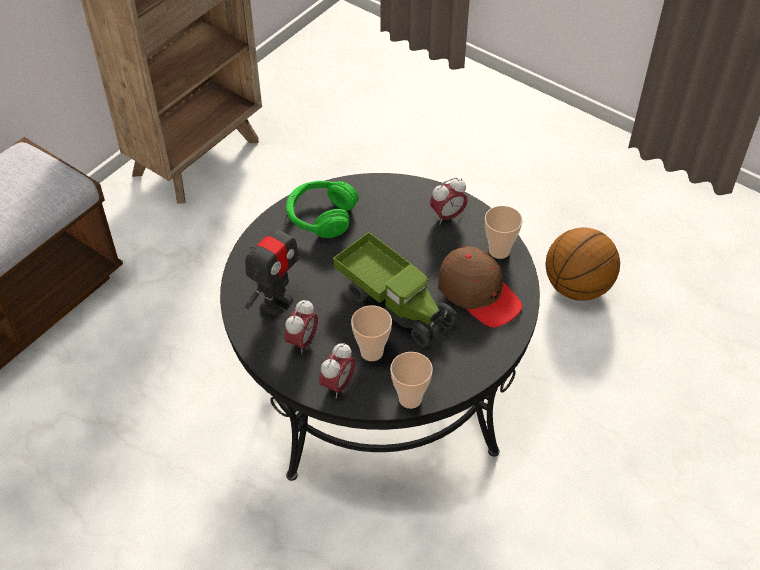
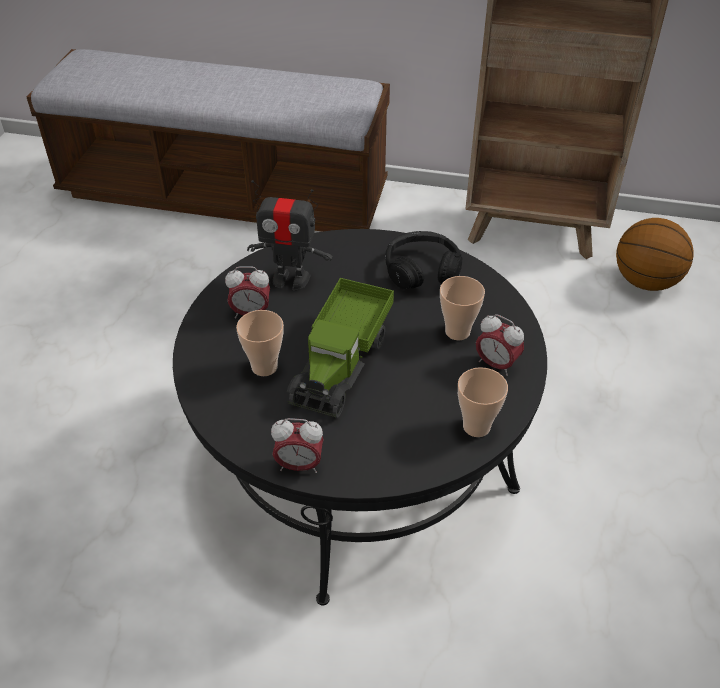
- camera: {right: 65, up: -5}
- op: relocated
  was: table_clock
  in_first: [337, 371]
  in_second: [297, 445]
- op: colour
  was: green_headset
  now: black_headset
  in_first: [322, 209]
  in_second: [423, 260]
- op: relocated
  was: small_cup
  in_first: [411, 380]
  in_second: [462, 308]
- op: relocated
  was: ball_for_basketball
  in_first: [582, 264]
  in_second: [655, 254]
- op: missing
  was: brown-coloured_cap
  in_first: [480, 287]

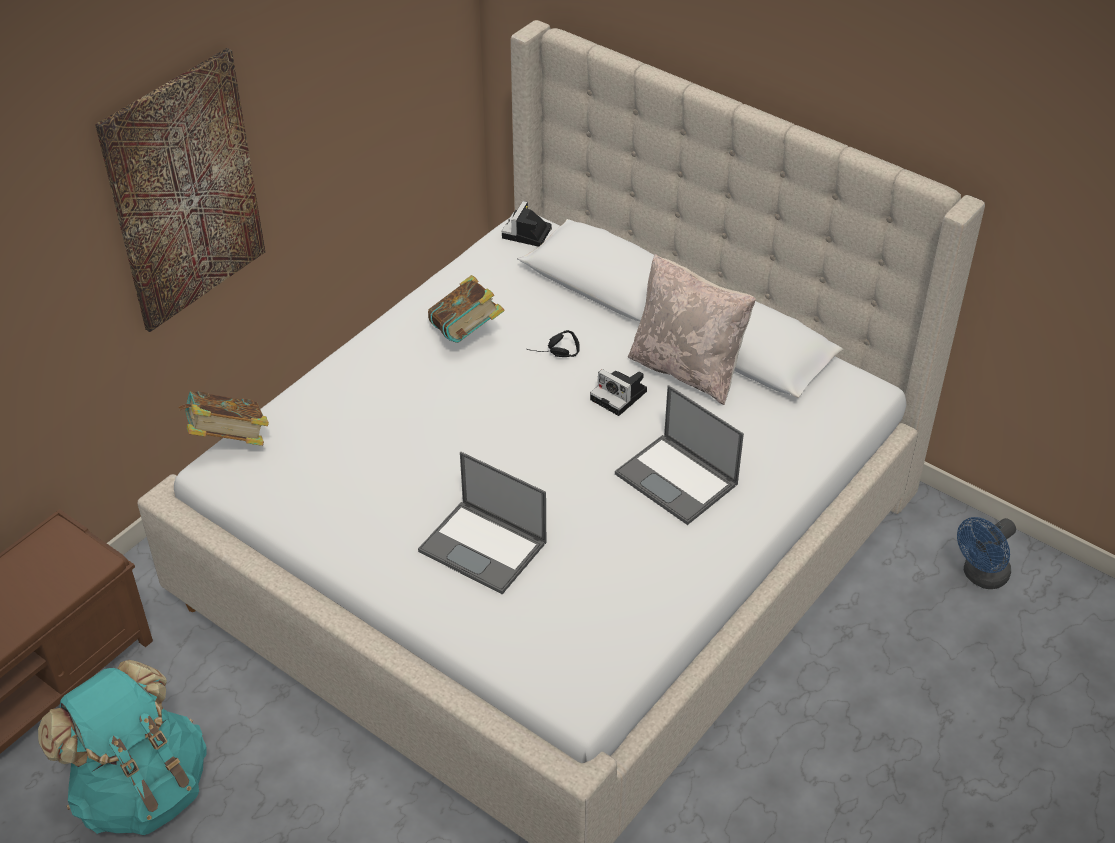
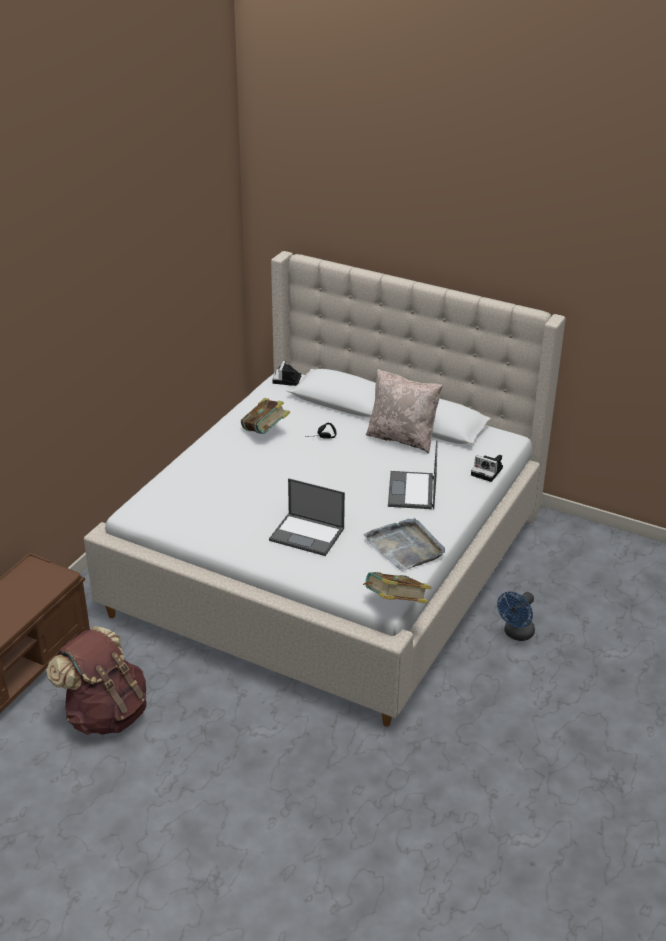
- camera: {right: -10, up: -10}
- op: colour
  was: turquoise-coloured_rucksack
  now: brown-coloured_rucksack
  in_first: [122, 747]
  in_second: [96, 680]
- op: relocated
  was: volume
  in_first: [223, 418]
  in_second: [397, 587]
- op: appeared
  now: gray_carrying_tray
  in_second: [404, 544]
- op: spun
  was: notebook_computer
  in_first: [679, 455]
  in_second: [413, 474]
  clockwise: 60
- op: relocated
  was: still_camera
  in_first: [618, 392]
  in_second: [487, 468]
- op: relocated
  was: bluish_cooling_fan
  in_first: [986, 553]
  in_second: [516, 616]
- op: missing
  was: picture
  in_first: [180, 190]

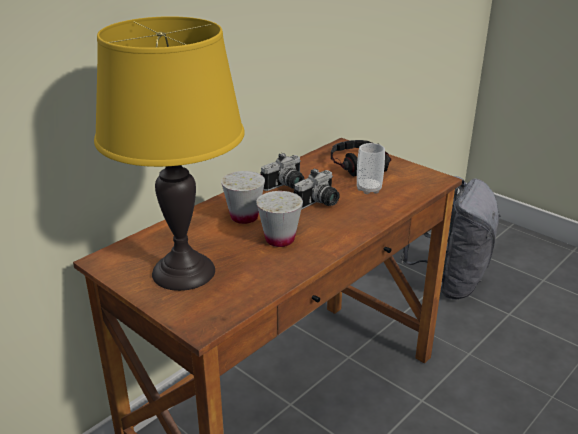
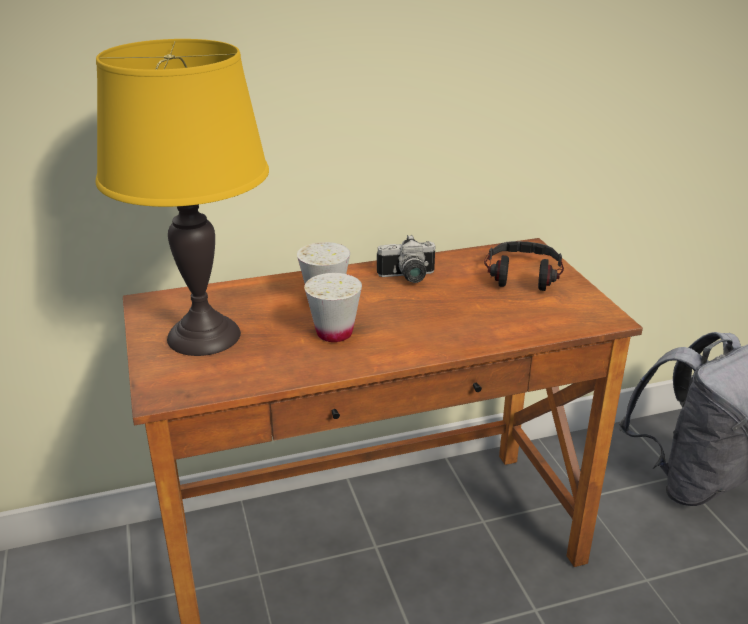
- camera: {right: 30, up: 0}
- op: missing
  was: still_camera
  in_first: [317, 189]
- op: missing
  was: small_cup
  in_first: [371, 168]

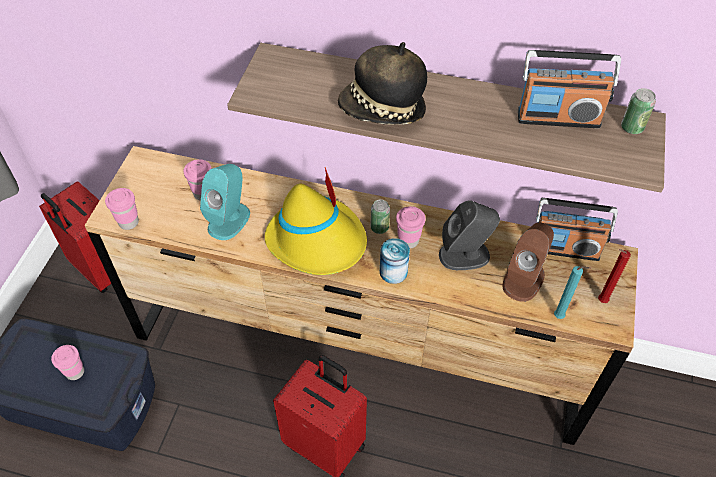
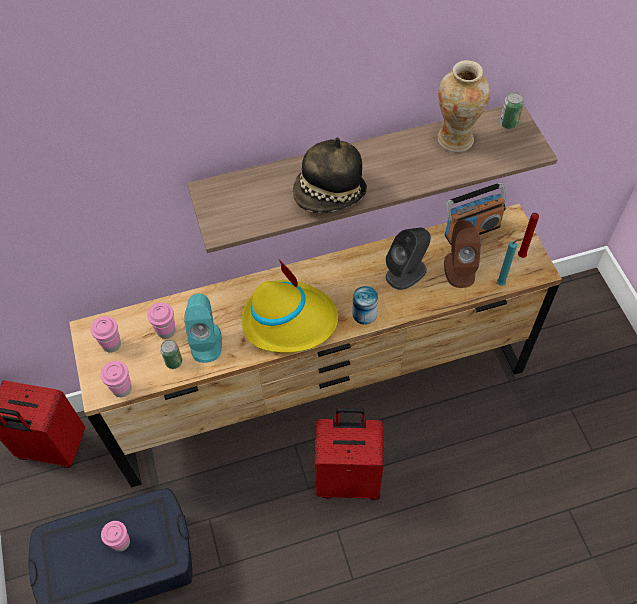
- camera: {right: -30, up: 5}
- op: relocated
  was: pink_small_cup
  in_first: [410, 227]
  in_second: [105, 334]
- op: relocated
  was: metal_can
  in_first: [380, 216]
  in_second: [171, 354]
- op: exchanged
  was: radio_receiver
  now: flower_vase
  in_first: [569, 89]
  in_second: [463, 106]

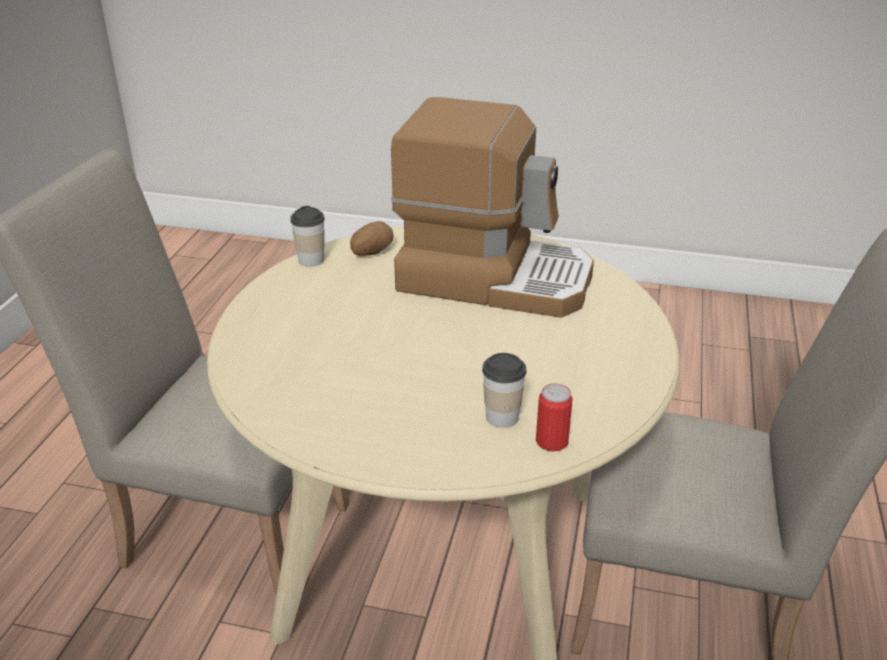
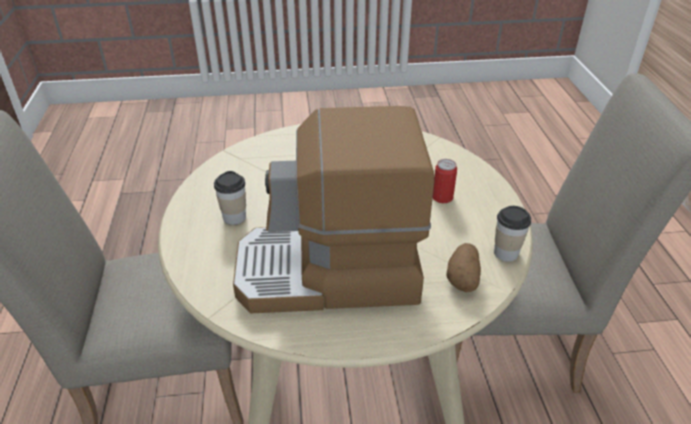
- camera: {right: 160, up: 5}
- op: relocated
  was: small_cup
  in_first: [504, 390]
  in_second: [230, 198]
- op: relocated
  was: metal_can
  in_first: [554, 417]
  in_second: [445, 181]

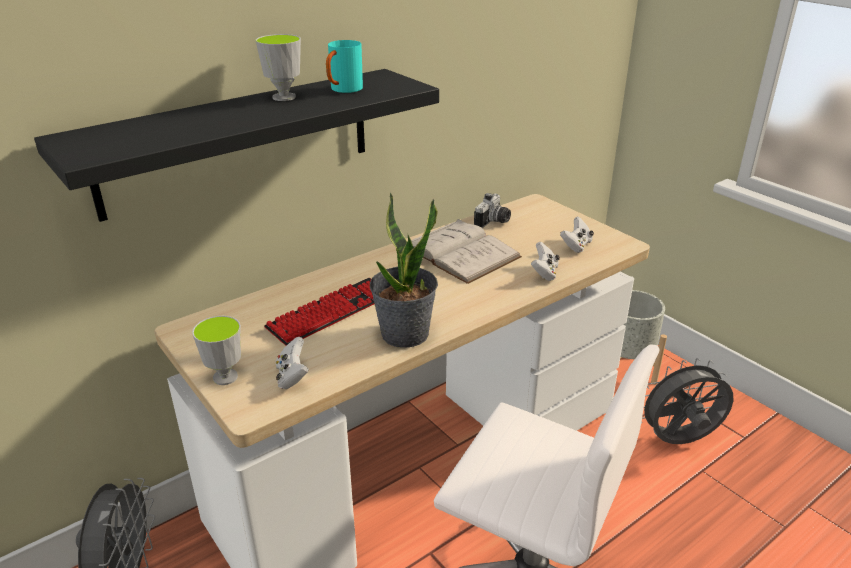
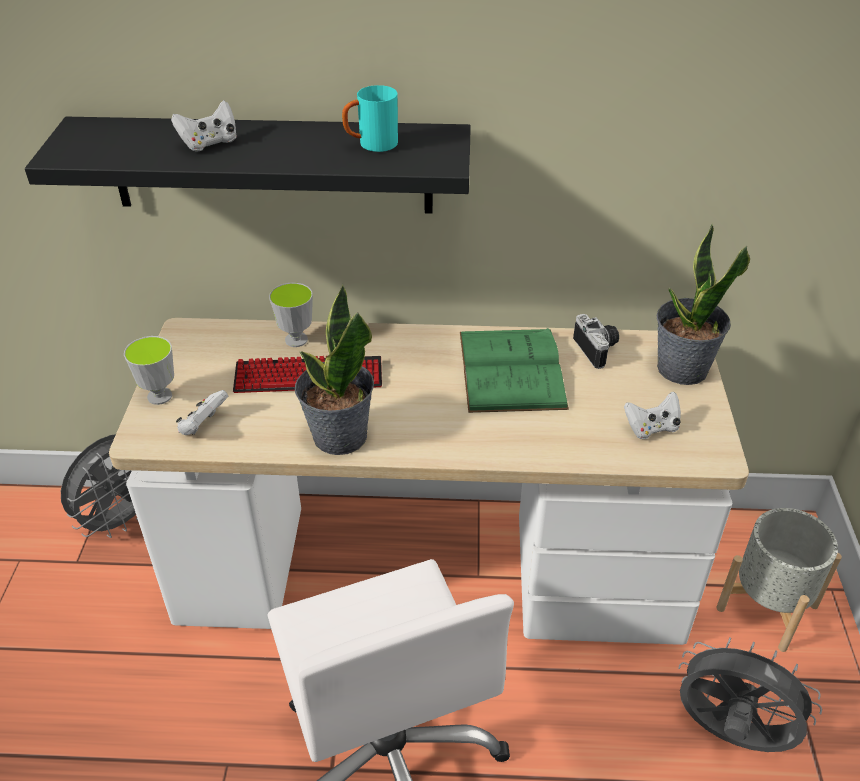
- camera: {right: 40, up: 10}
- op: relocated
  was: whitish_gamepad
  in_first: [545, 261]
  in_second: [204, 126]
- op: relocated
  was: small_cup
  in_first: [278, 67]
  in_second: [291, 315]
- op: colour
  was: whitish_volume
  now: green_volume
  in_first: [466, 251]
  in_second: [514, 370]
- op: spun
  was: still_camera
  in_first: [492, 210]
  in_second: [596, 341]
  clockwise: -90
- op: appeared
  now: potted_plant
  in_second: [703, 304]

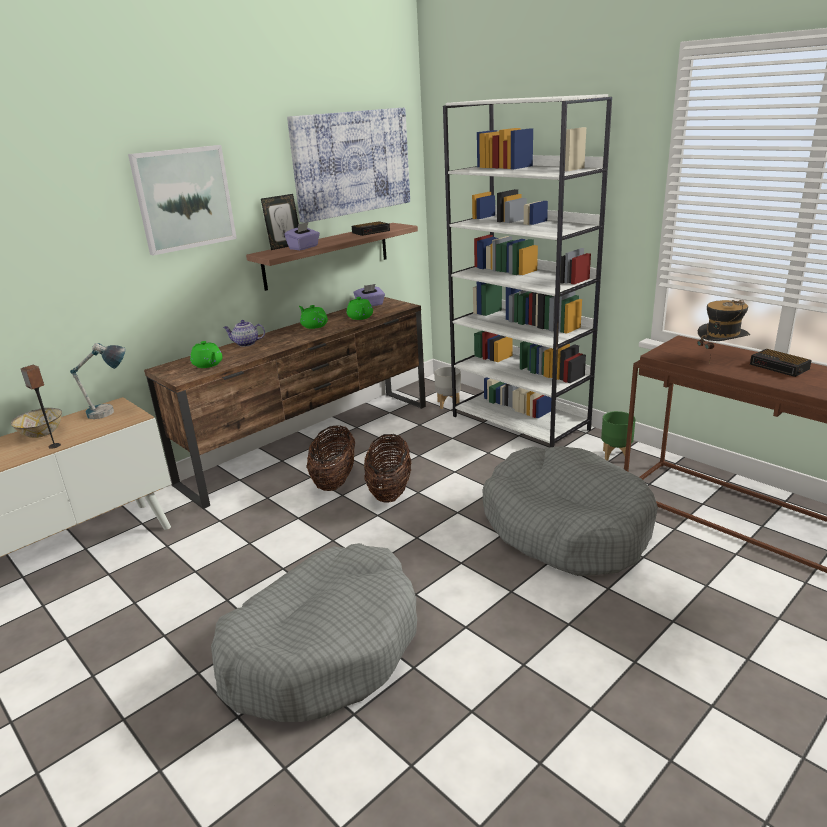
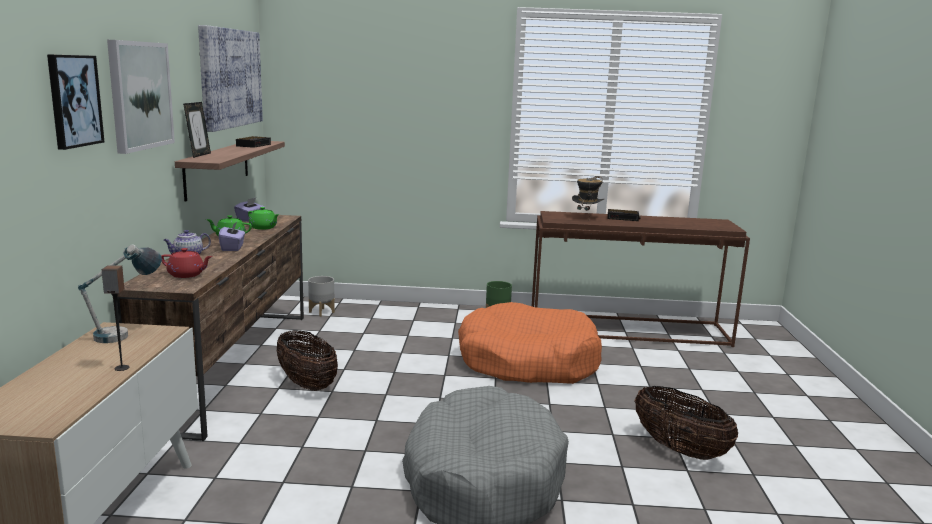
- camera: {right: -45, up: -10}
- op: appeared
  now: picture
  in_second: [75, 102]
- op: colour
  was: green_tea_pot
  now: red_tea_pot
  in_first: [206, 354]
  in_second: [187, 263]
- op: relocated
  was: purple-coloured_box_of_tissues
  in_first: [302, 236]
  in_second: [231, 236]
- op: colour
  was: gray_dog_cushion
  now: orangey_dog_cushion
  in_first: [570, 511]
  in_second: [530, 343]
- op: relocated
  was: household_basket
  in_first: [387, 468]
  in_second: [686, 423]
- op: missing
  was: bowl
  in_first: [36, 423]
- op: missing
  was: whitish_bookshelf
  in_first: [527, 270]

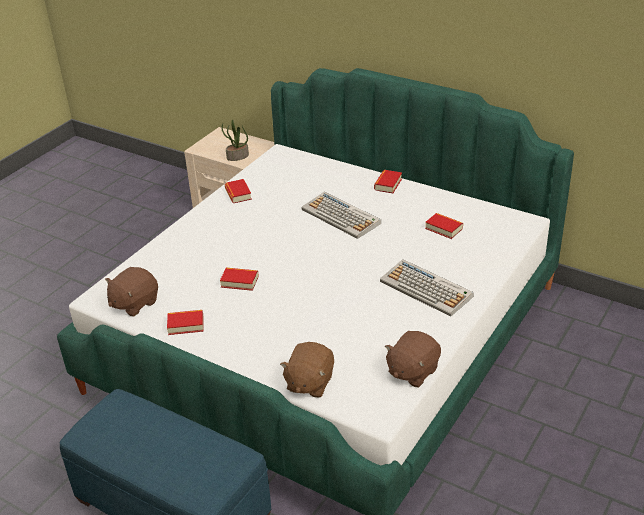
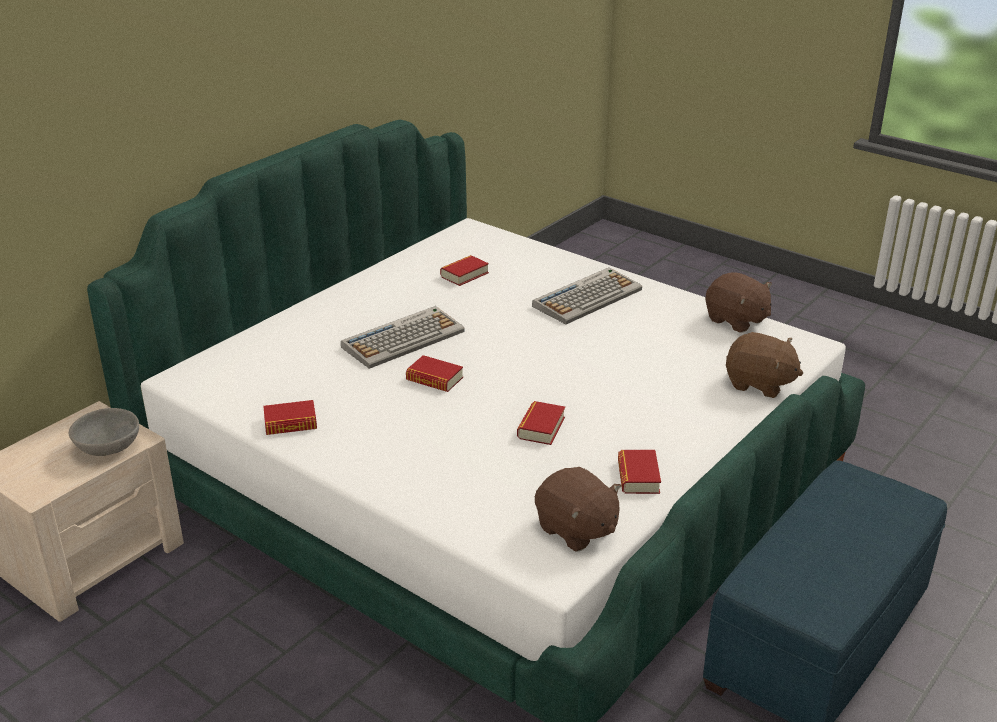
- camera: {right: -85, up: -5}
- op: exchanged
  was: potted_plant
  now: gray_bowl
  in_first: [235, 140]
  in_second: [104, 432]
- op: relocated
  was: volume
  in_first: [388, 181]
  in_second: [434, 373]

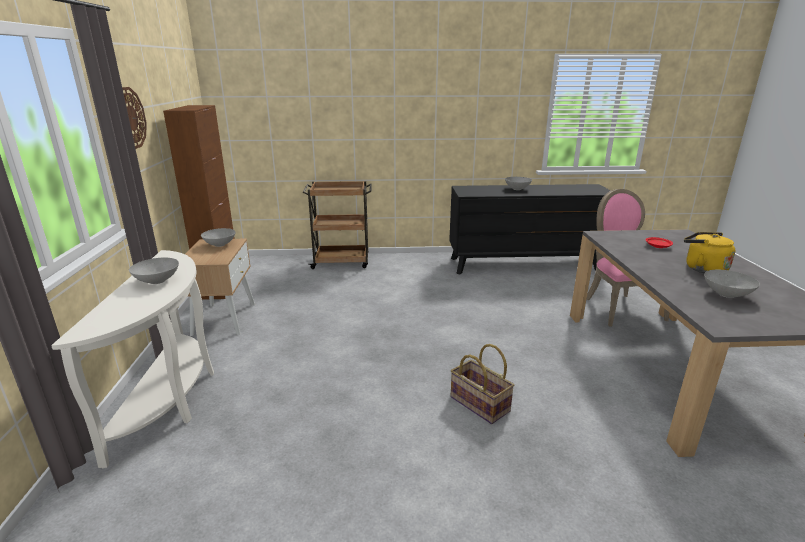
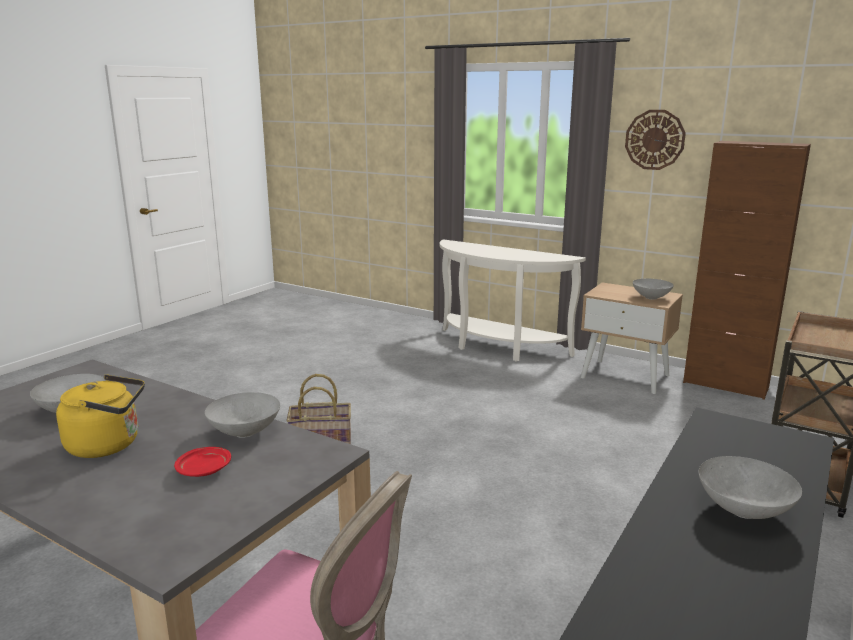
- camera: {right: 125, up: -5}
- op: relocated
  was: gray_bowl
  in_first: [154, 271]
  in_second: [242, 415]

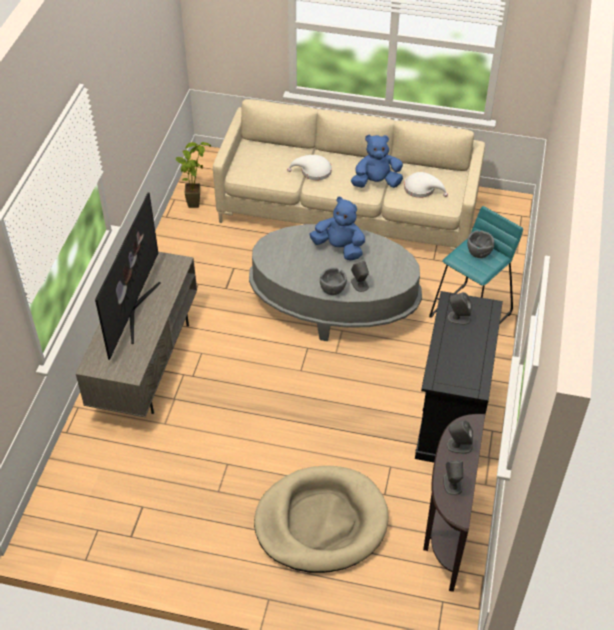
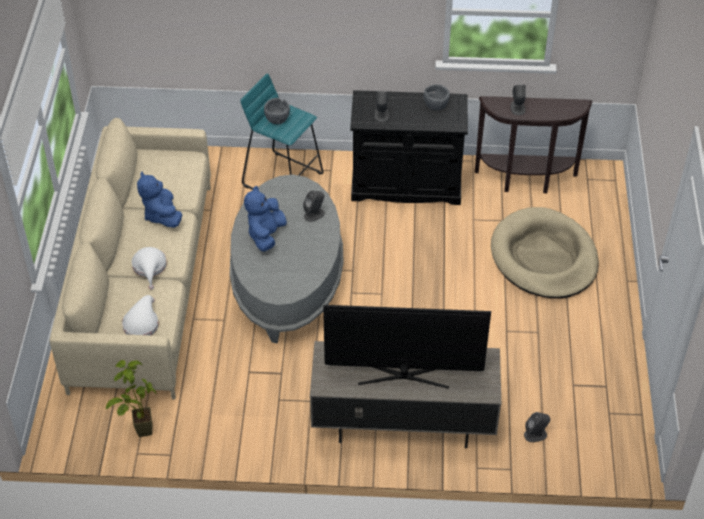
- camera: {right: -100, up: 0}
- op: relocated
  was: whitish_hat
  in_first: [426, 185]
  in_second: [140, 315]
- op: relocated
  was: gray_bowl
  in_first: [333, 281]
  in_second: [437, 97]
- op: relocated
  was: gray_loudspeaker
  in_first: [453, 477]
  in_second: [537, 427]

